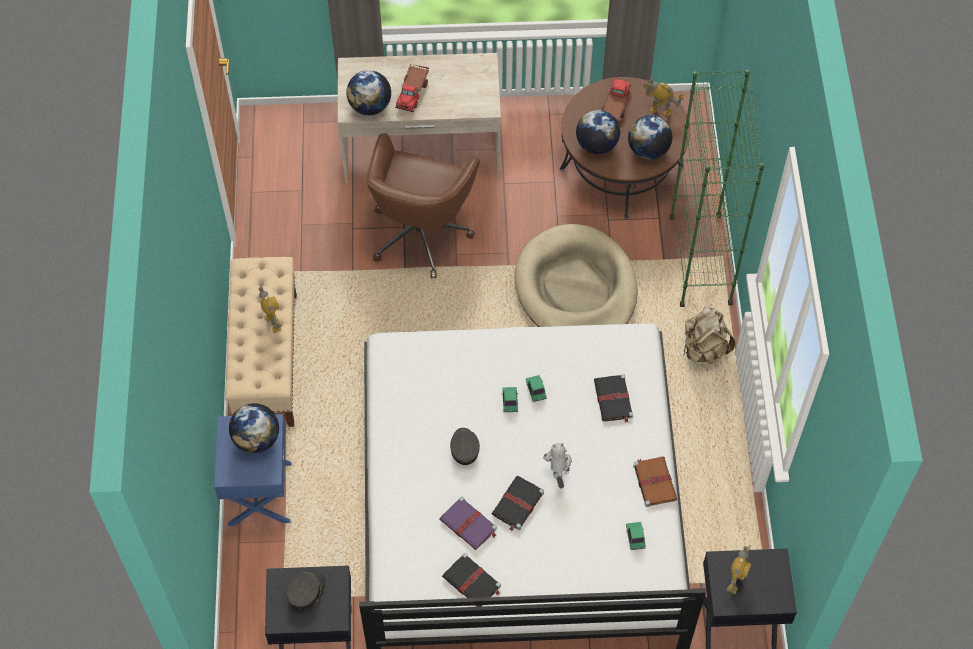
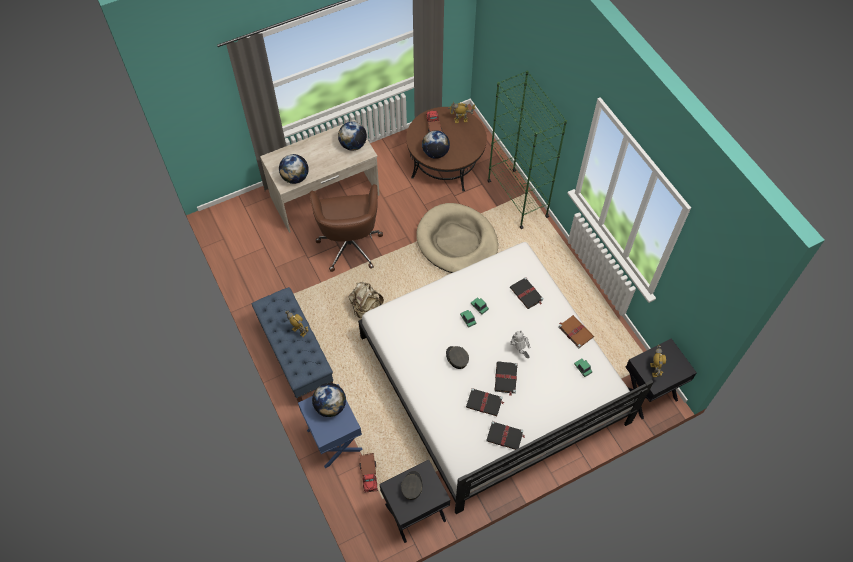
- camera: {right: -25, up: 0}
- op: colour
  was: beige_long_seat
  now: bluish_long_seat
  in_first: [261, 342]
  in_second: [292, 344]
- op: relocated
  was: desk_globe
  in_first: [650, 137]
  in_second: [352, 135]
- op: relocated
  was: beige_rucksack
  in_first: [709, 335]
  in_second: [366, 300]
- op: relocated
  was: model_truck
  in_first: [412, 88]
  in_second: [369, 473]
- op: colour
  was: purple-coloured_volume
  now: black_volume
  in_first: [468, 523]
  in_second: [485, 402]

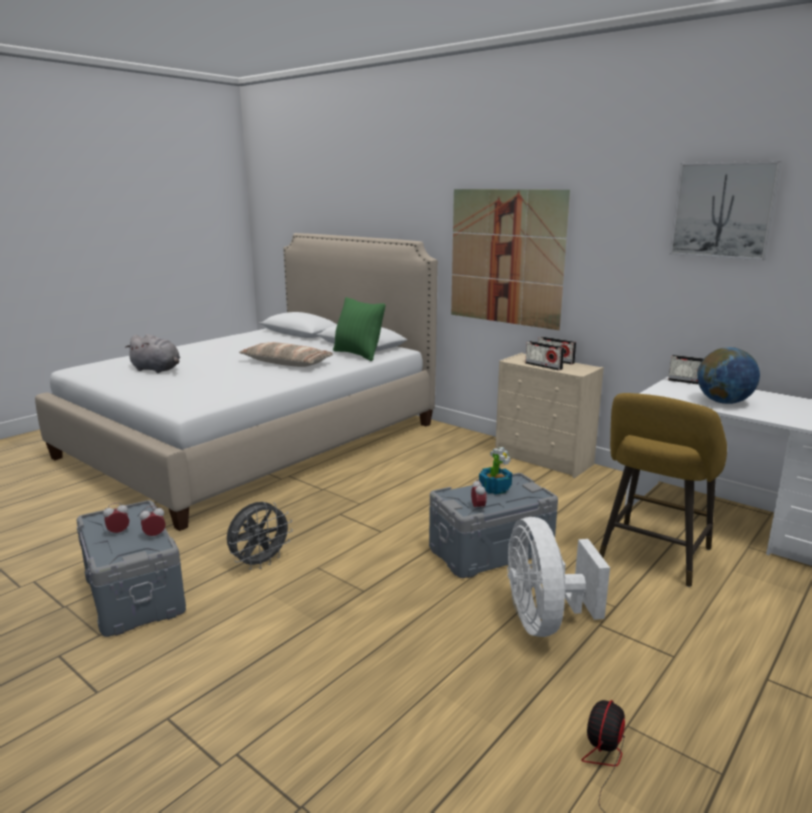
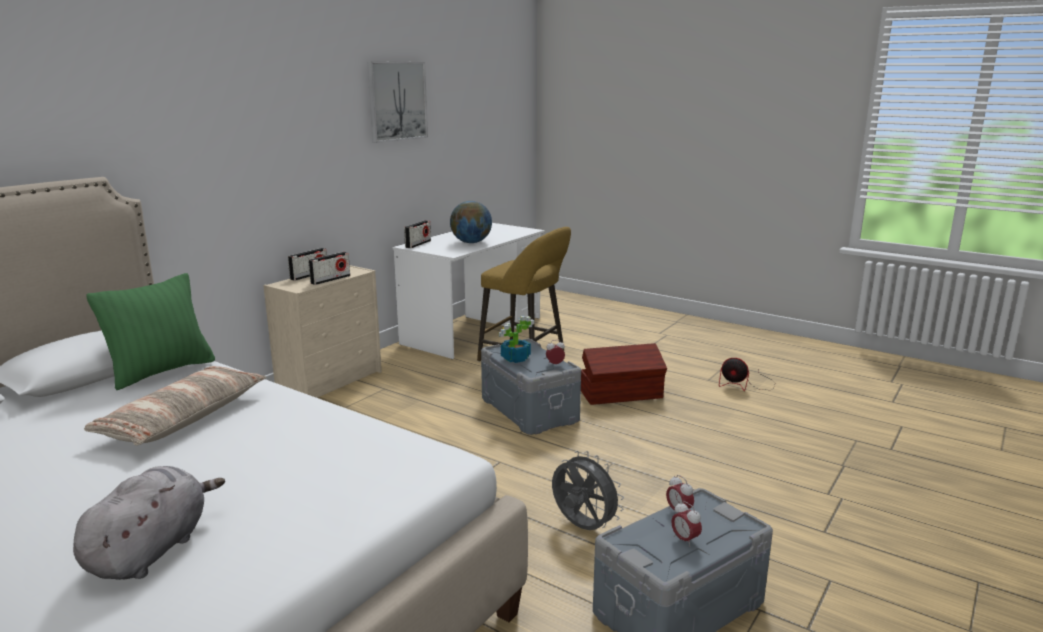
- camera: {right: -95, up: 0}
- op: exchanged
  was: whitish_cooling_fan
  now: brown-coloured_storage_bin
  in_first: [558, 577]
  in_second: [624, 374]
- op: missing
  was: picture
  in_first: [510, 259]

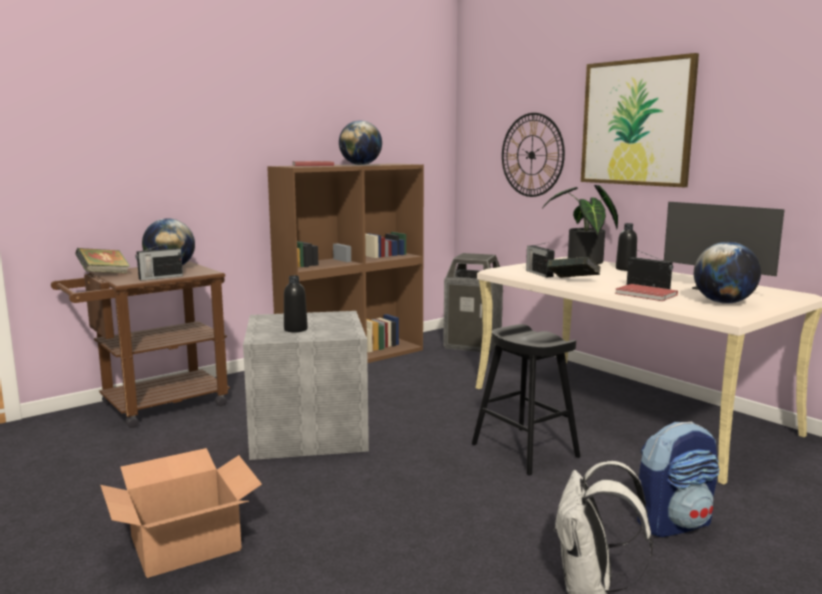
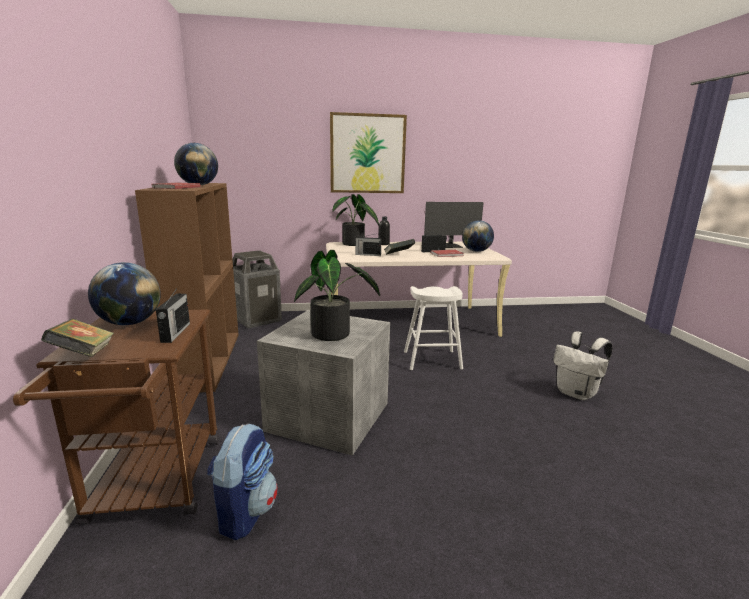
- camera: {right: -60, up: 5}
- op: relocated
  was: rucksack
  in_first: [678, 479]
  in_second: [242, 482]
- op: exchanged
  was: black_drink_bottle
  now: potted_plant
  in_first: [296, 303]
  in_second: [337, 295]
- op: colour
  was: black_sitting_stool
  now: whitish_sitting_stool
  in_first: [526, 400]
  in_second: [433, 328]
- op: missing
  was: packing_box
  in_first: [181, 513]
- op: missing
  was: hanging_clock
  in_first: [533, 155]

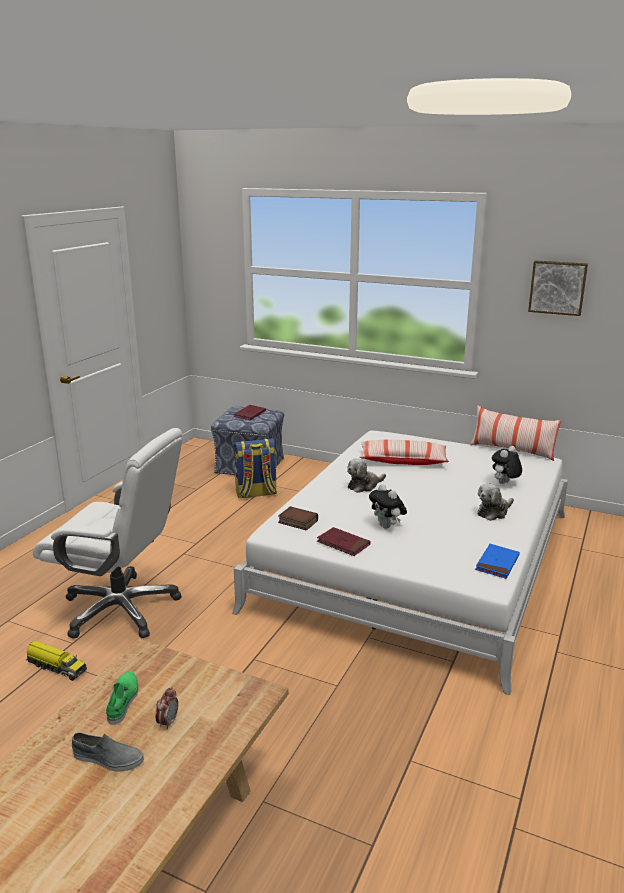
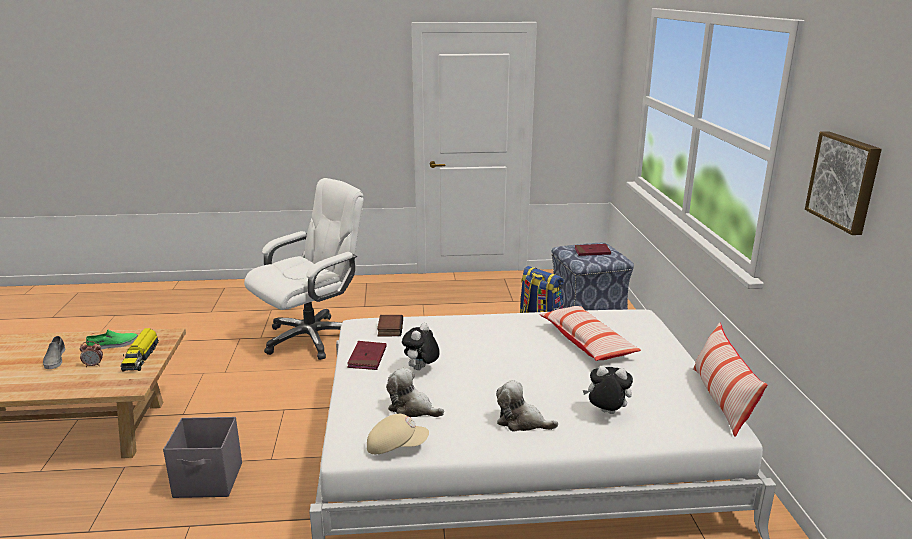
- camera: {right: 60, up: 0}
- op: relocated
  was: model_truck
  in_first: [56, 661]
  in_second: [139, 350]
- op: appeared
  now: gray_storage_bin
  in_second: [202, 457]
- op: spun
  was: whitish_desk_chair
  in_first: [107, 533]
  in_second: [304, 269]
  clockwise: -120
- op: exchanged
  was: bluish_volume
  now: beige_cap
  in_first: [497, 561]
  in_second: [398, 434]
- op: relocated
  was: cuddly_toy
  in_first: [366, 475]
  in_second: [415, 392]

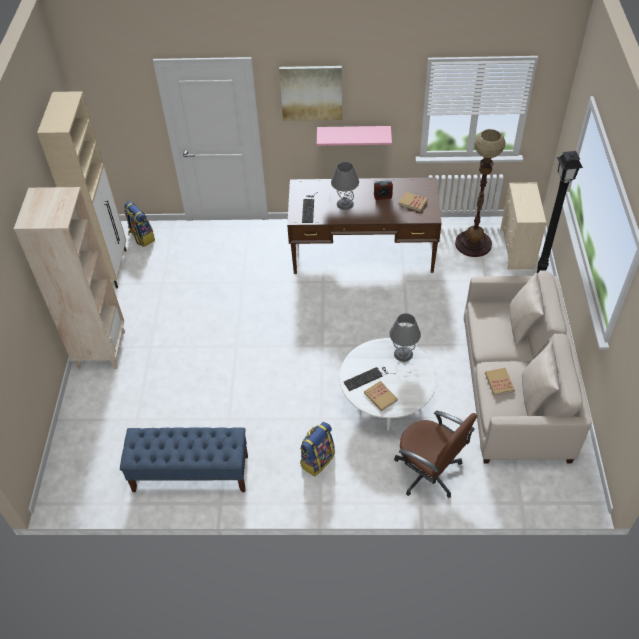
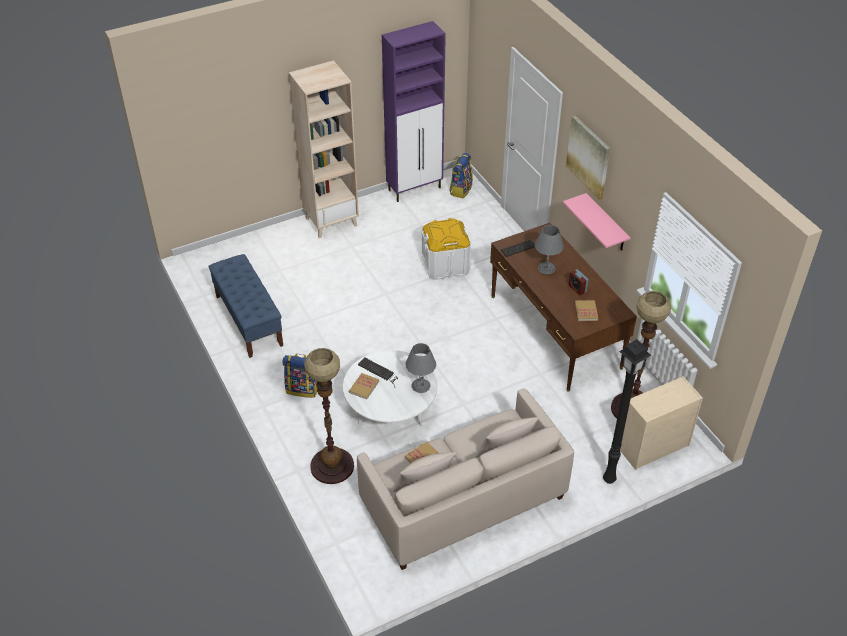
- camera: {right: 60, up: -5}
- op: exchanged
  was: brown-coloured_desk_chair
  now: floor_lamp
  in_first: [435, 454]
  in_second: [329, 416]
- op: colour
  was: beige_cupboard
  now: purple-coloured_cupboard
  in_first: [82, 189]
  in_second: [414, 111]
- op: appeared
  now: whitish_storage_bin
  in_second: [446, 249]

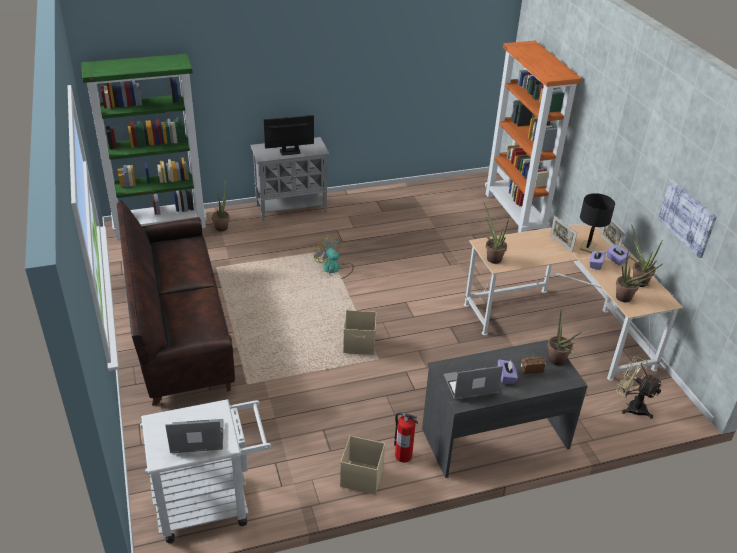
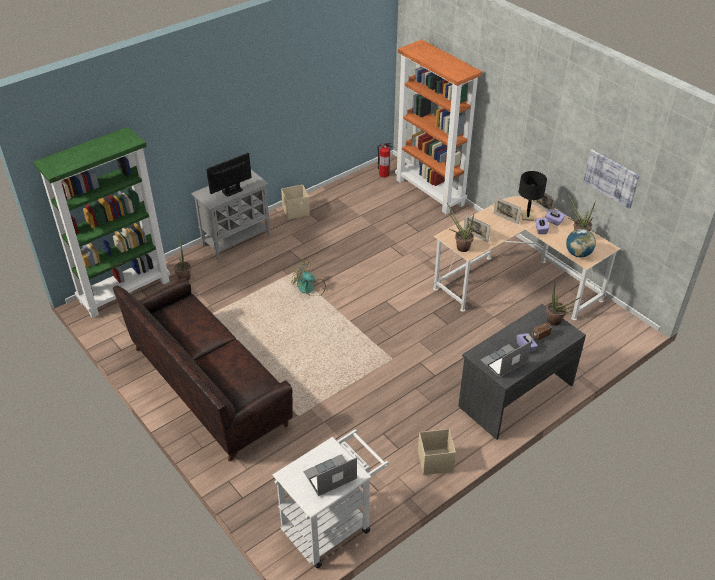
- camera: {right: -20, up: 5}
- op: relocated
  was: beige_storage_bin
  in_first: [359, 332]
  in_second: [295, 202]
- op: relocated
  was: extinguisher
  in_first: [406, 437]
  in_second: [384, 160]
- op: appeared
  now: picture_frame
  in_second: [477, 228]
- op: exchanged
  was: potted_plant
  now: desk_globe
  in_first: [639, 276]
  in_second: [581, 243]
- op: missing
  was: beige_cooling_fan
  in_first: [639, 387]

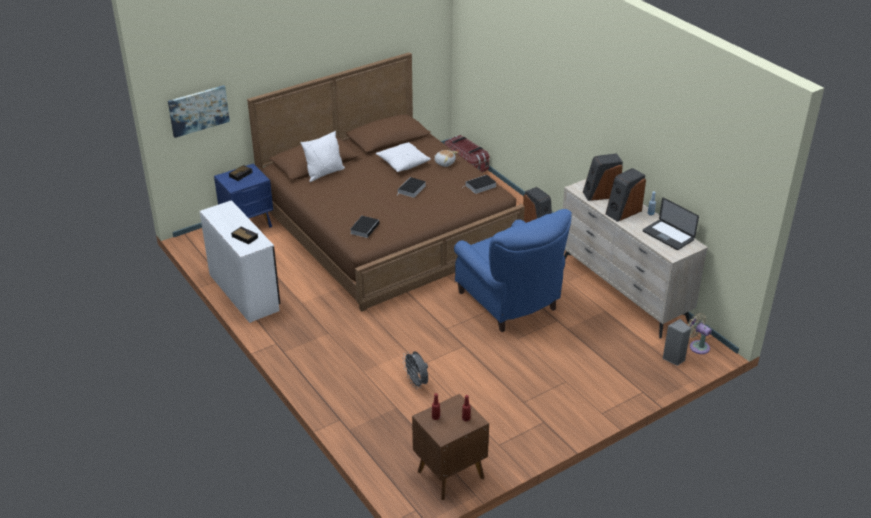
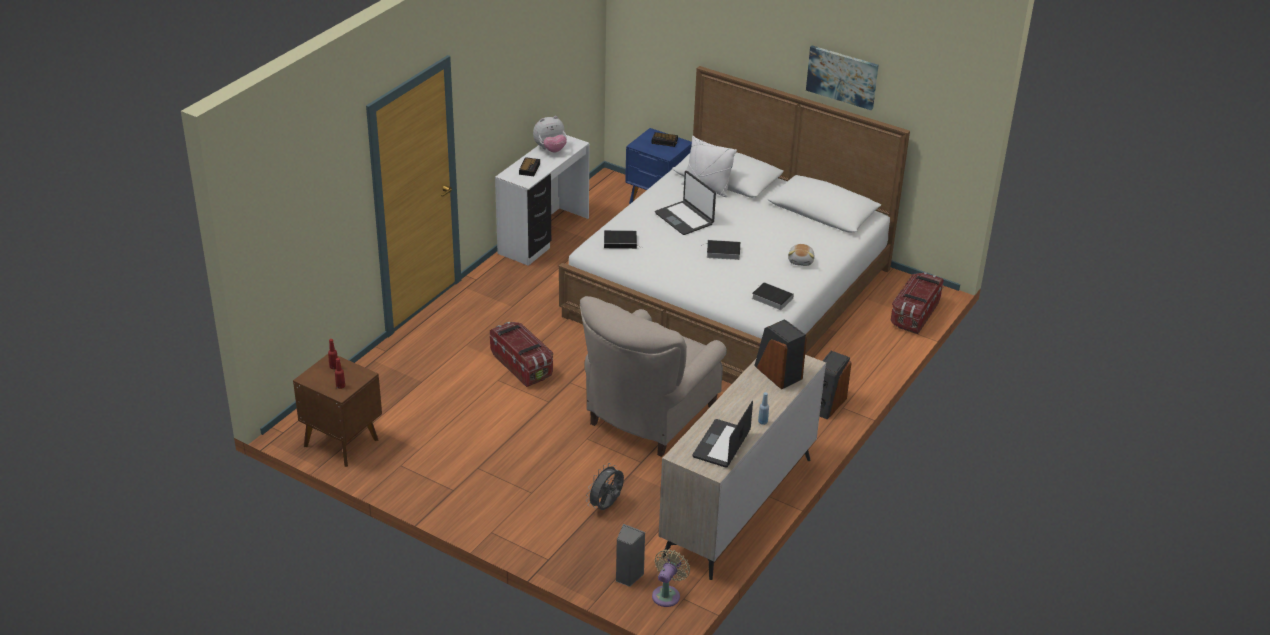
- camera: {right: 65, up: 0}
- op: appeared
  now: storage_bin
  in_second: [521, 354]
- op: appeared
  now: cuddly_toy
  in_second: [550, 134]
- op: colour
  was: brown-coloured_sleeping_bed
  now: whitish_sleeping_bed
  in_first: [386, 182]
  in_second: [734, 225]
- op: colour
  was: bluish_easy_chair
  now: beige_easy_chair
  in_first: [513, 270]
  in_second: [653, 376]
- op: relocated
  was: gray_cooling_fan
  in_first: [415, 370]
  in_second: [605, 486]
- op: appeared
  now: notebook_computer
  in_second: [685, 203]
- op: relocated
  was: picture
  in_first: [199, 111]
  in_second: [842, 78]
- op: missing
  was: whitish_pillow
  in_first: [403, 157]
- op: missing
  was: loudspeaker
  in_first: [626, 195]

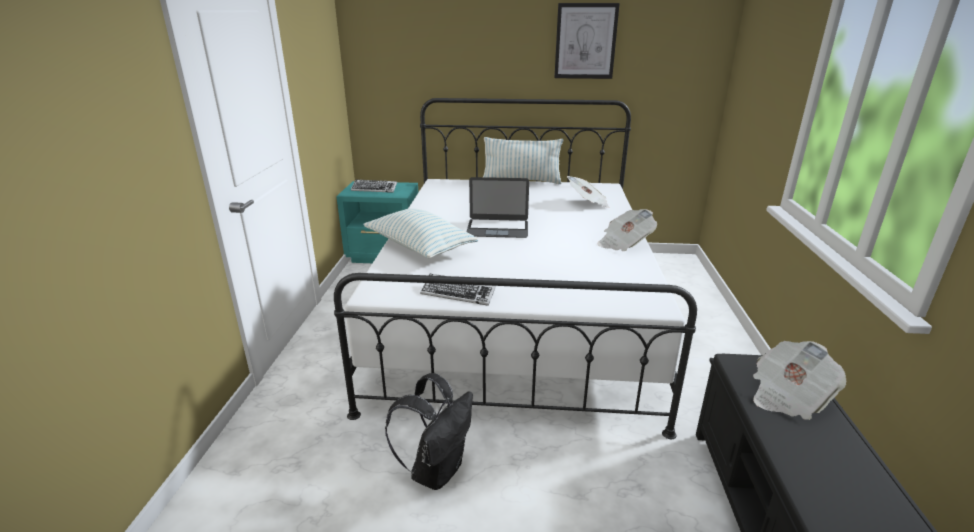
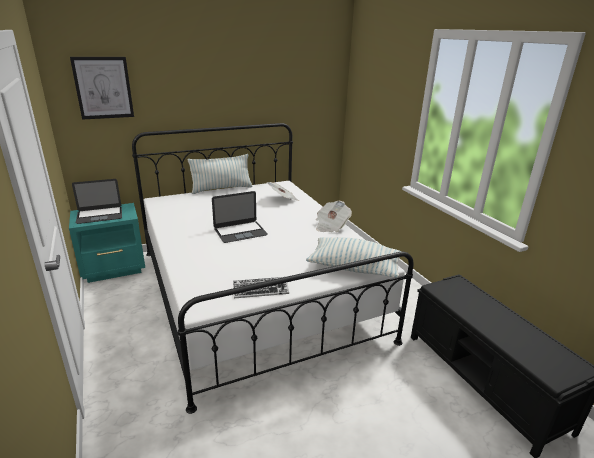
- camera: {right: -30, up: 0}
- op: relocated
  was: picture
  in_first: [587, 41]
  in_second: [102, 88]
- op: exchanged
  was: computer_keyboard
  now: notebook_computer
  in_first: [374, 186]
  in_second: [97, 201]
- op: relocated
  was: pillow
  in_first: [420, 233]
  in_second: [354, 257]
- op: missing
  was: black_rucksack
  in_first: [429, 431]
- op: missing
  was: printed_paper
  in_first: [799, 380]

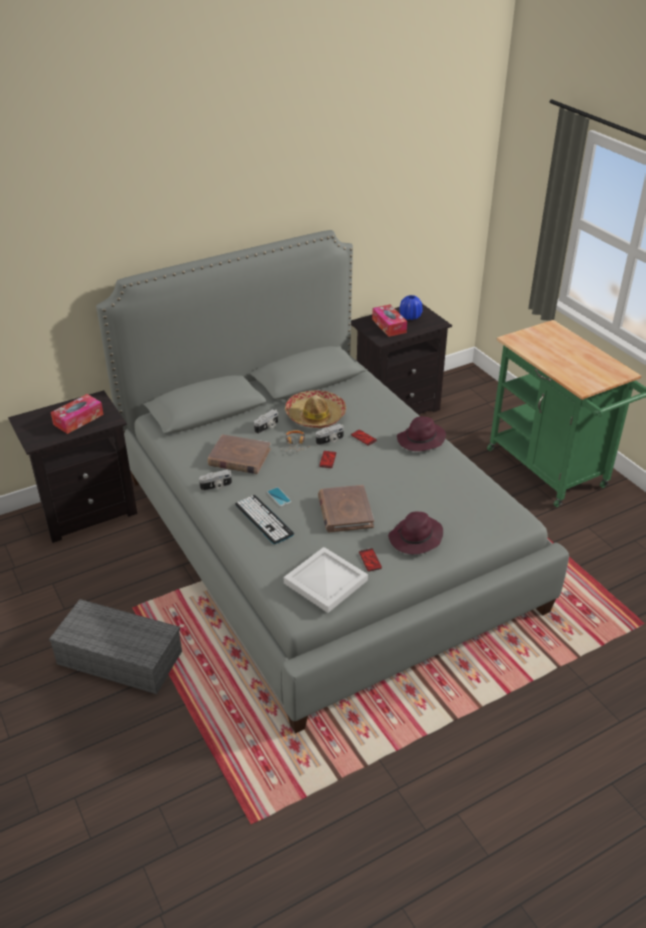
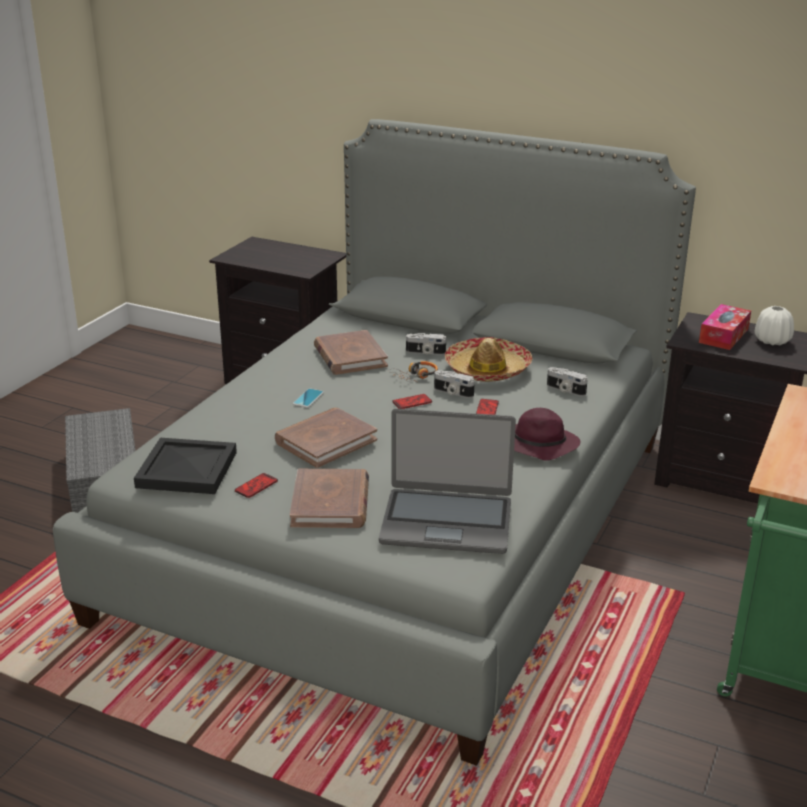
- camera: {right: 55, up: -10}
- op: colour
  was: whitish_carrying_tray
  now: black_carrying_tray
  in_first: [326, 580]
  in_second: [185, 466]
- op: exchanged
  was: purple-coloured_hat
  now: brown-coloured_volume
  in_first: [415, 532]
  in_second: [329, 498]
- op: appeared
  now: notebook_computer
  in_second: [447, 481]
- op: relocated
  was: still_camera
  in_first: [215, 480]
  in_second: [567, 381]
- op: colour
  was: bluish_flower_vase
  now: whitish_flower_vase
  in_first: [411, 307]
  in_second: [774, 325]
- op: missing
  was: box_of_tissues
  in_first: [77, 414]
- op: missing
  was: computer_keyboard
  in_first: [264, 519]

